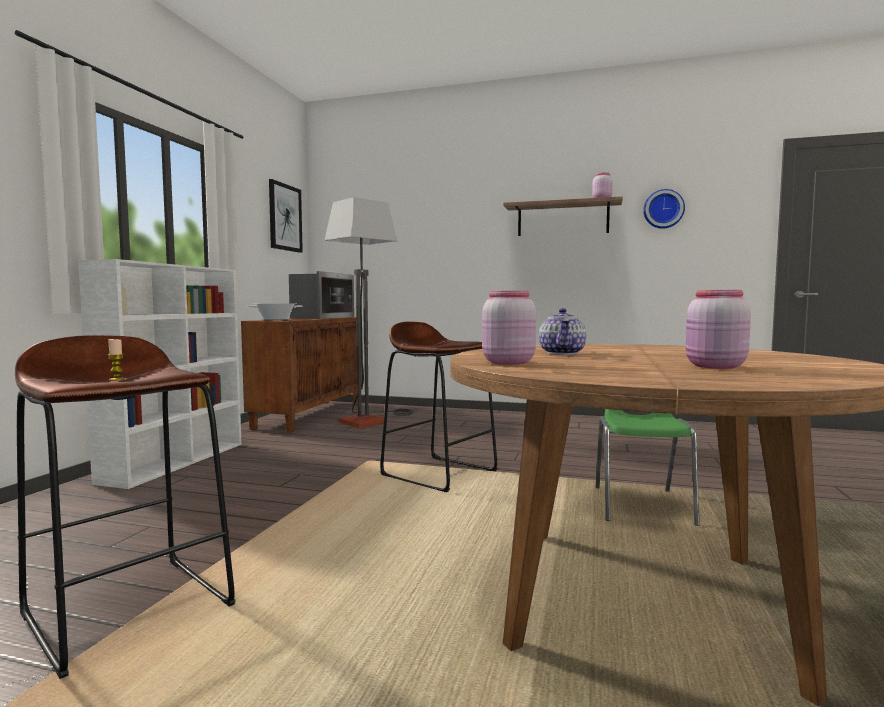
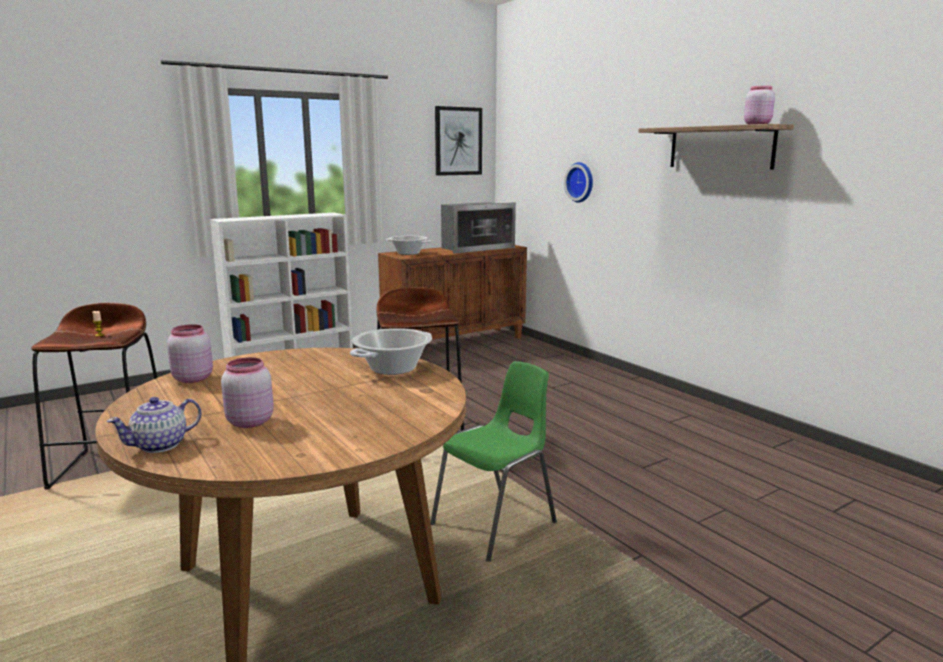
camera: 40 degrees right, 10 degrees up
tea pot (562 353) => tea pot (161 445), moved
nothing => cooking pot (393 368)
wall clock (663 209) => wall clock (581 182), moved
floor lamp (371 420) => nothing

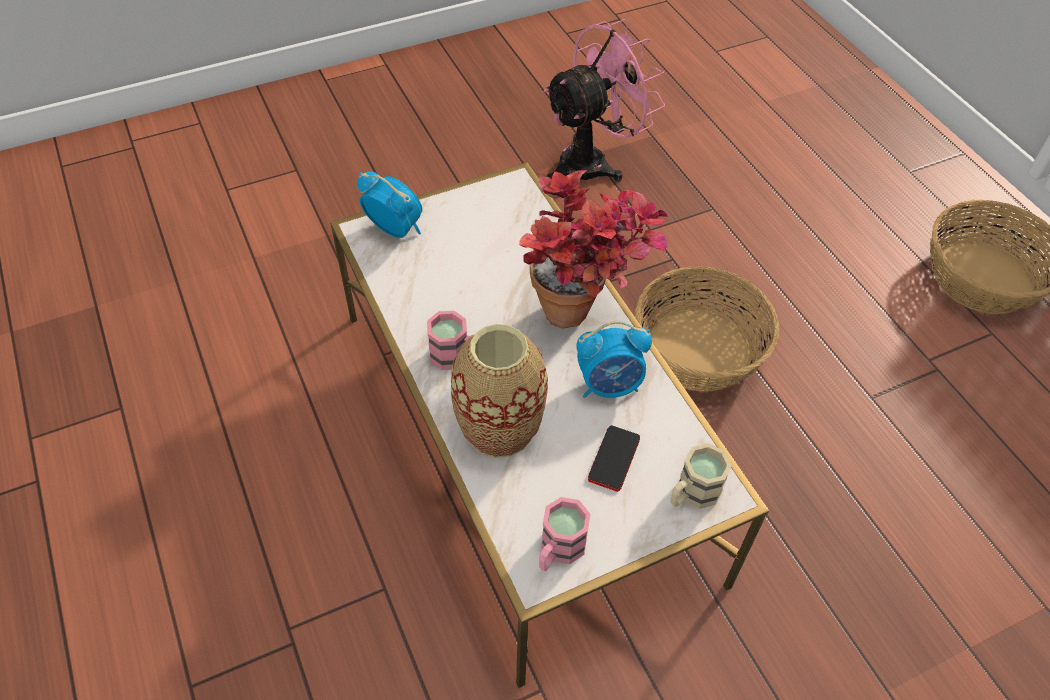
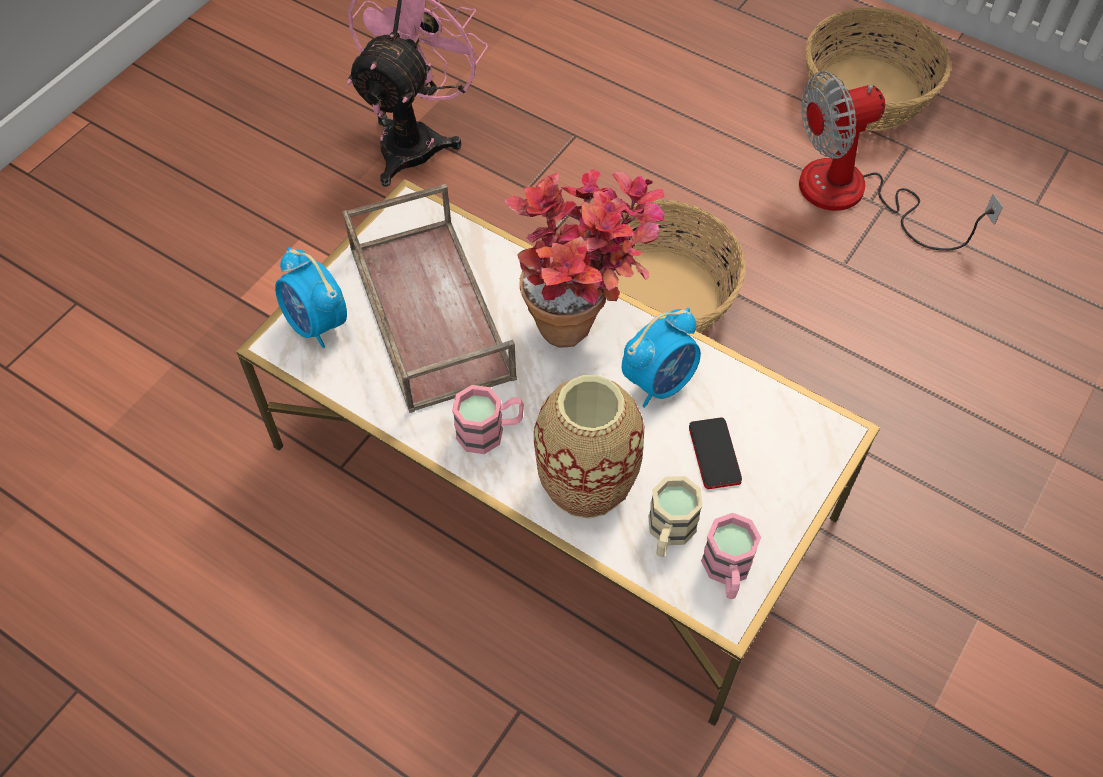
camera: 30 degrees left, 5 degrees up
table clock (394 229) => table clock (317 324), 135 degrees counterclockwise
nothing => brownish tray (427 311)
beige tea mug (692 494) => beige tea mug (668 533), moved
nothing => fan (855 196)

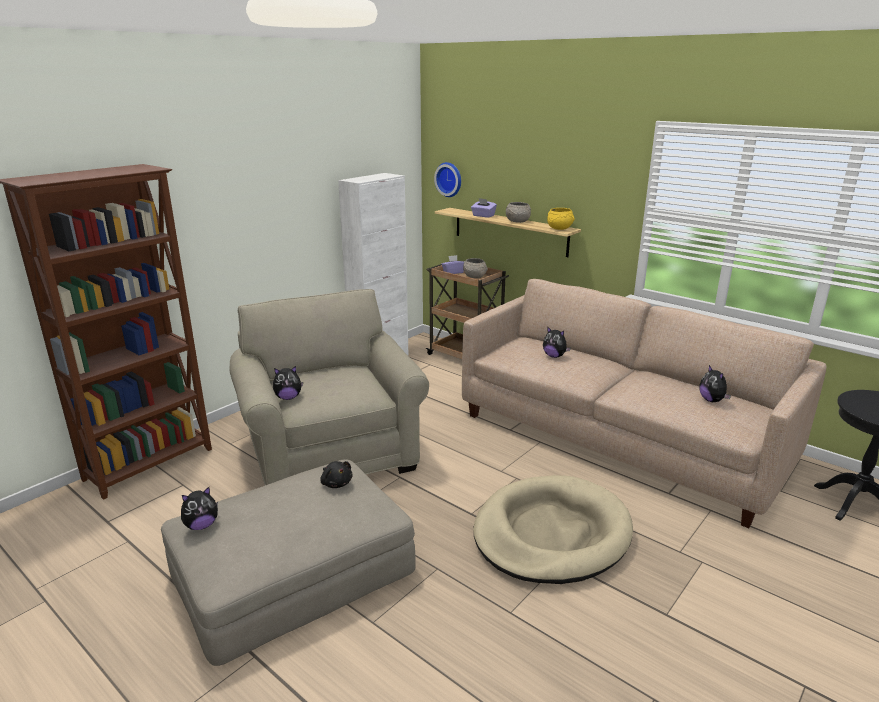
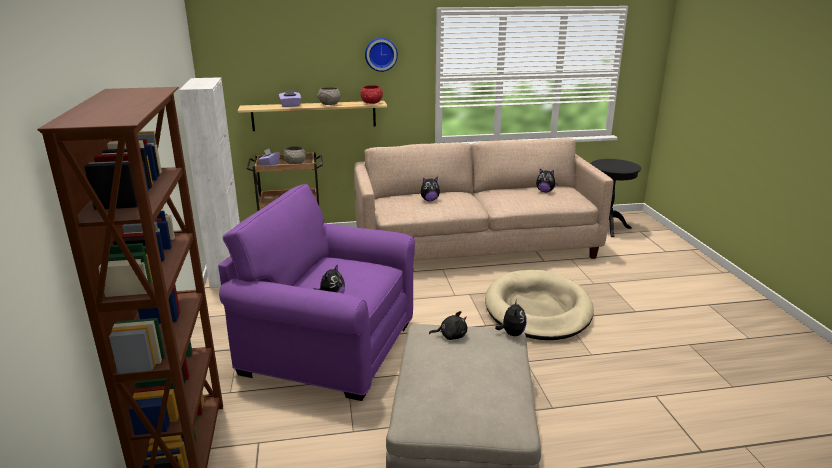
camera: 50 degrees left, 0 degrees up
beige armchair (331 452) => purplish armchair (329 347)
yellowish serving bowl (560 228) => reddish serving bowl (372 103)
wall clock (449 179) => wall clock (381 54), moved
soft toy (201 525) => soft toy (512 334), moved

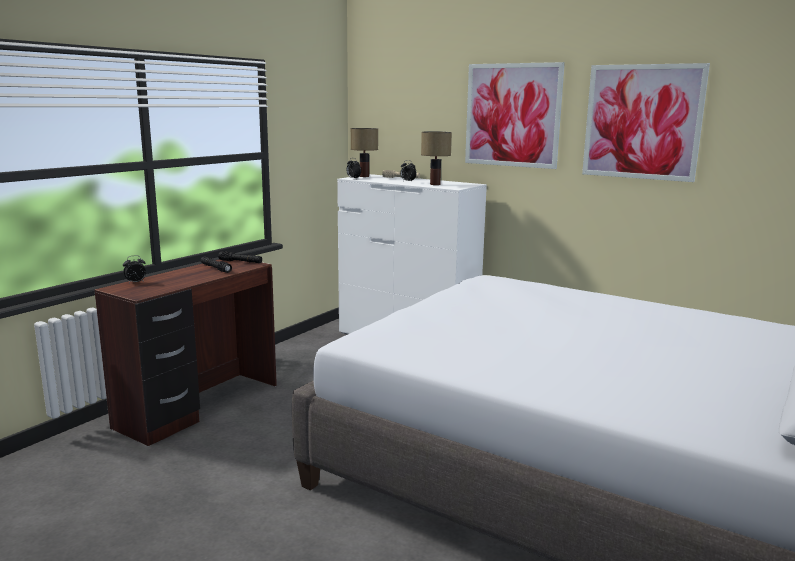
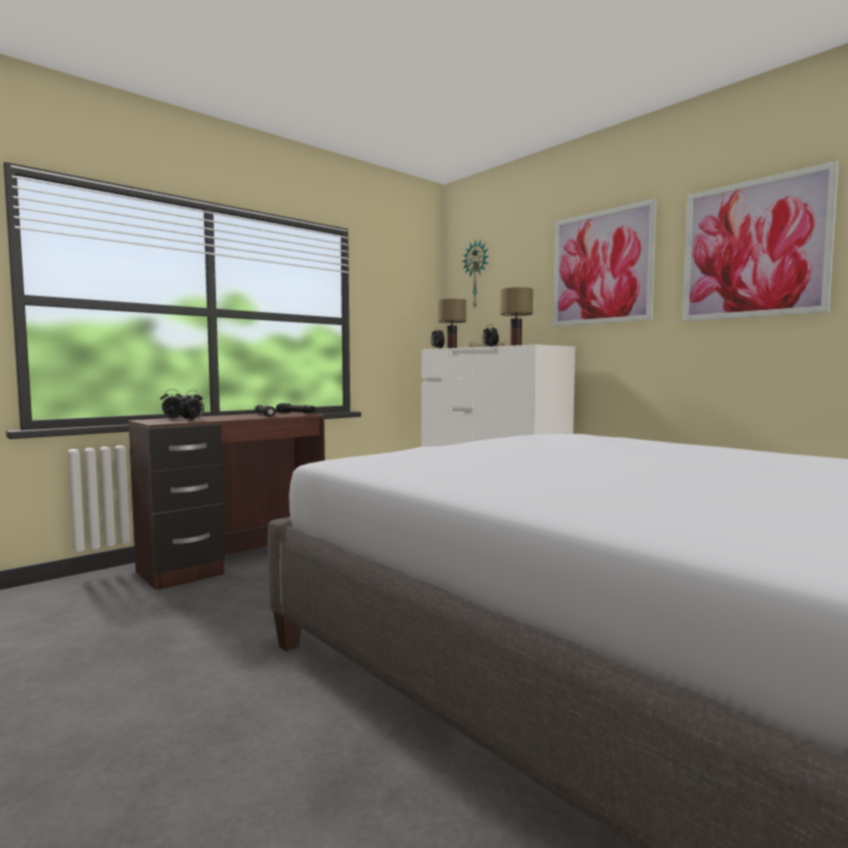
camera: 15 degrees right, 10 degrees down
nothing => table clock (192 420)
nothing => wall clock (477 274)

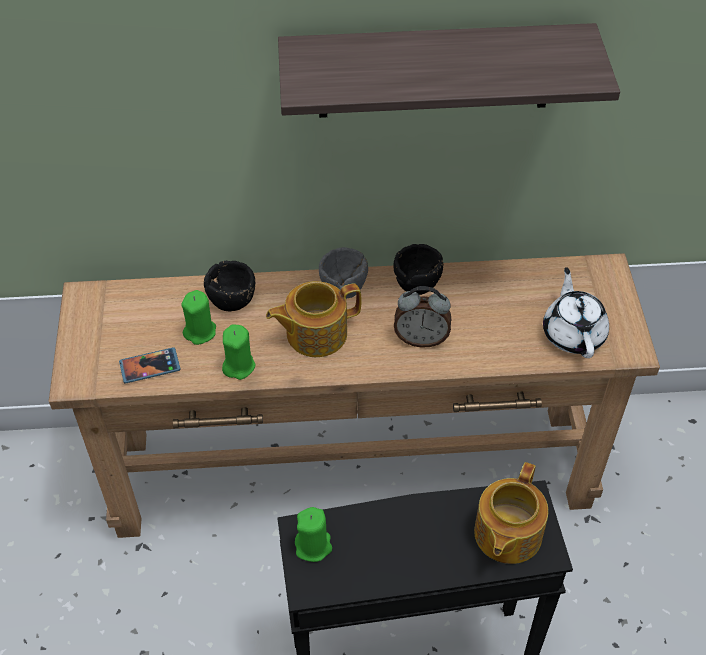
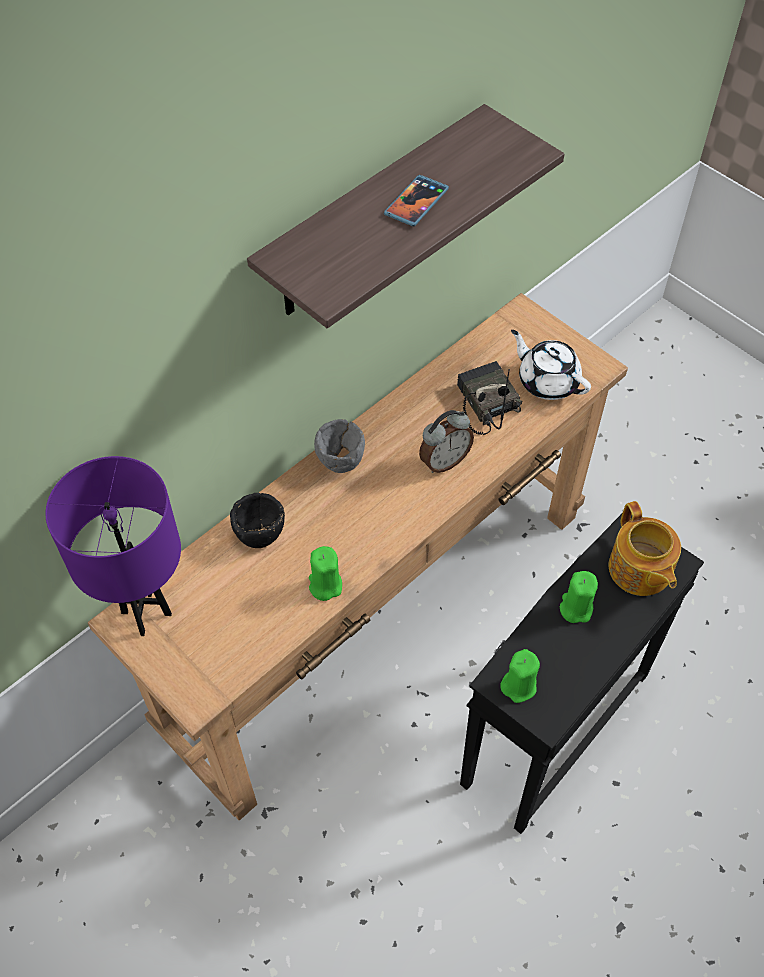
camera: 40 degrees left, 5 degrees up
nothing => purplish table lamp (146 613)
telephone (150 367) => telephone (416 202), moved
nothing => radio receiver (485 403)
greenish candle (200 332) => greenish candle (575 608), moved
tea pot (315 333) => nothing
black serving bowl (417 283) => nothing

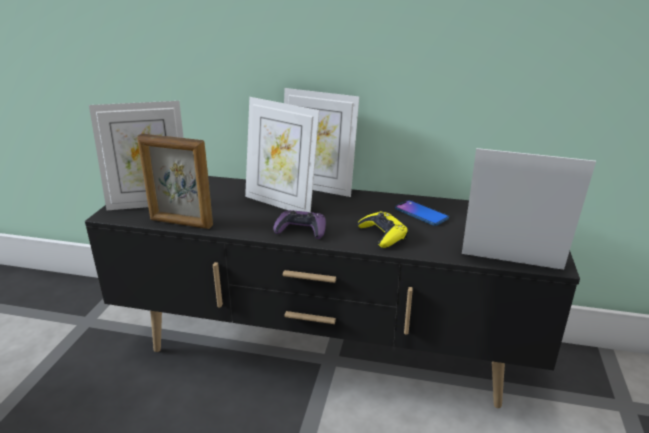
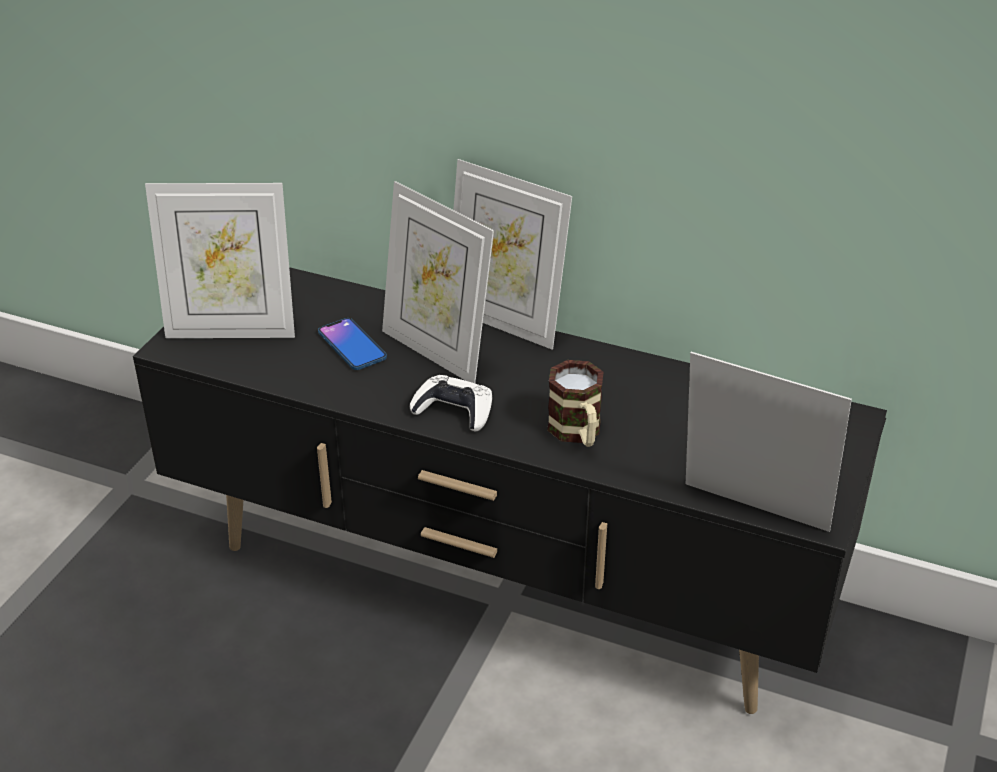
camera: 10 degrees right, 10 degrees up
telephone (421 213) => telephone (352 345), moved
purplish joypad (301 230) => white-coloured joypad (454 410)
yellowish joypad (383 234) => tea mug (577 433)
picture frame (181 223) => nothing

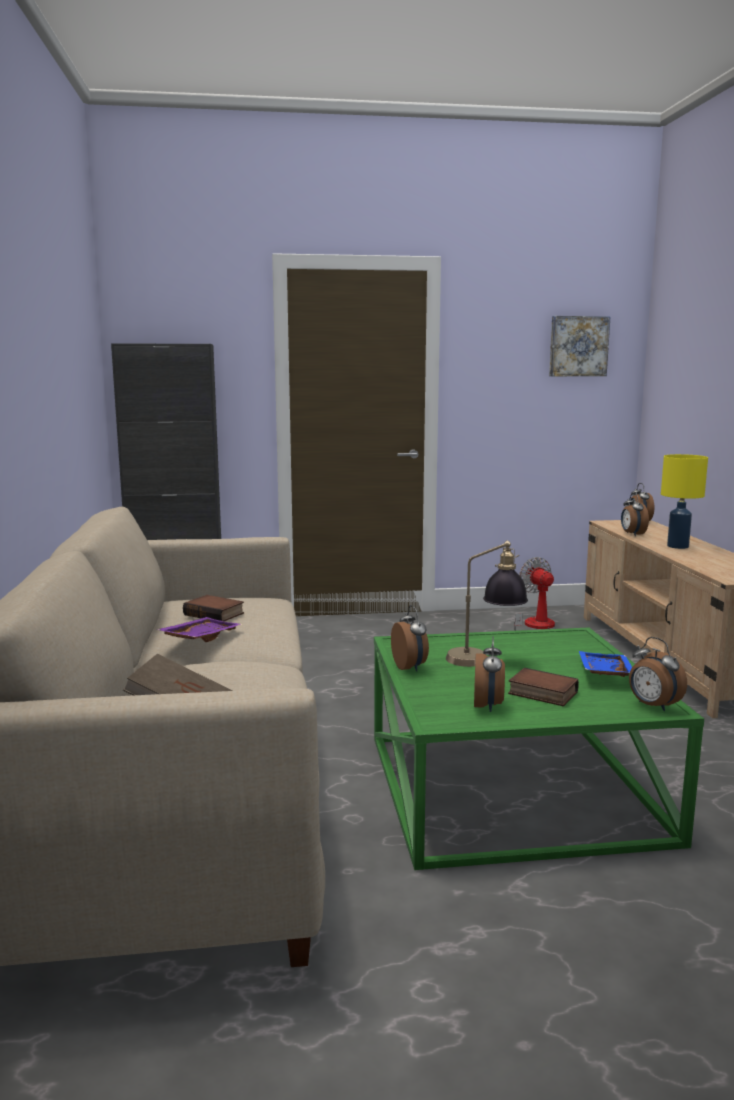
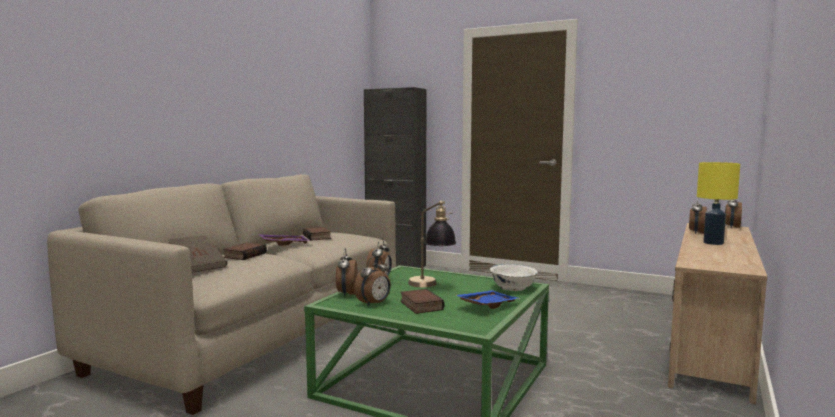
camera: 35 degrees right, 5 degrees down
nothing => bound book (244 255)
table clock (652 706) => table clock (346 294), moved
nothing => white-coloured serving bowl (512 287)
fan (535 627) => nothing
wall art (578 346) => nothing

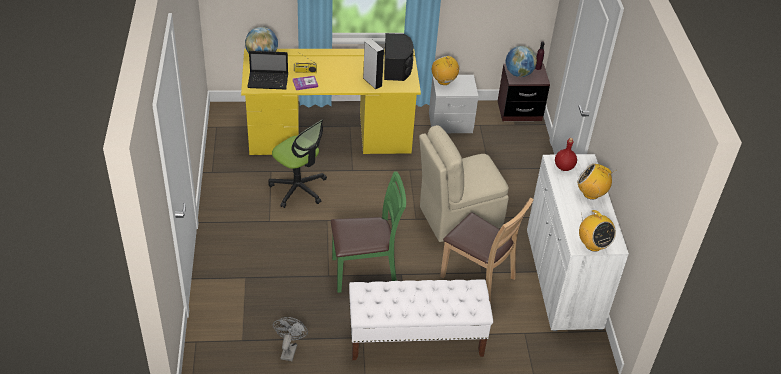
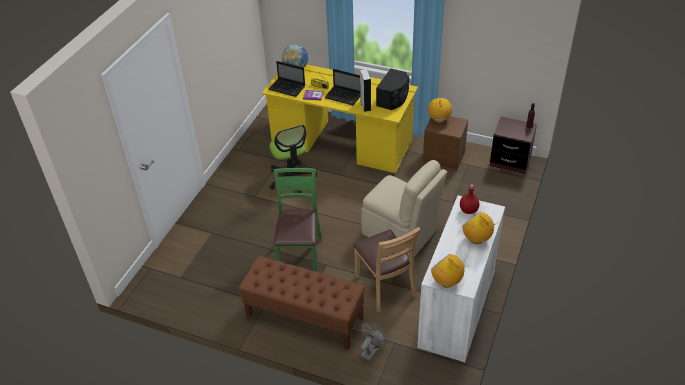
camera: 30 degrees right, 0 degrees up
white-coloured indoor bench (415 339) => brownish indoor bench (304 318)
greenish plain chair (365 272) => greenish plain chair (299 255), 105 degrees counterclockwise
nothing => laptop (344 96)
beige plain chair (458 217) => beige plain chair (400 233), 150 degrees counterclockwise
grey fan (289 349) => grey fan (371 350), moved
grey night table (450 123) => brownish night table (443 157)
radio receiver (593 245) => radio receiver (446 281), 135 degrees clockwise
desk globe (518 74) => nothing

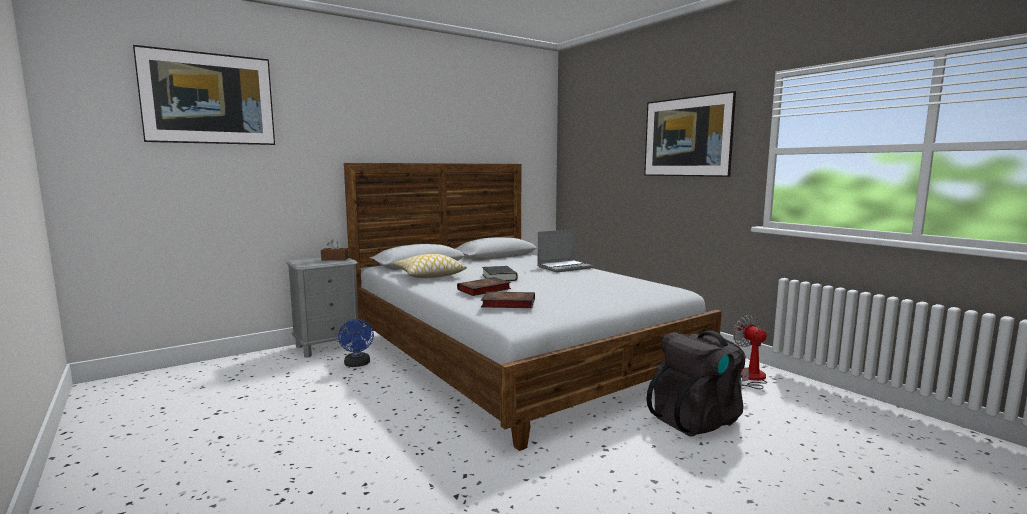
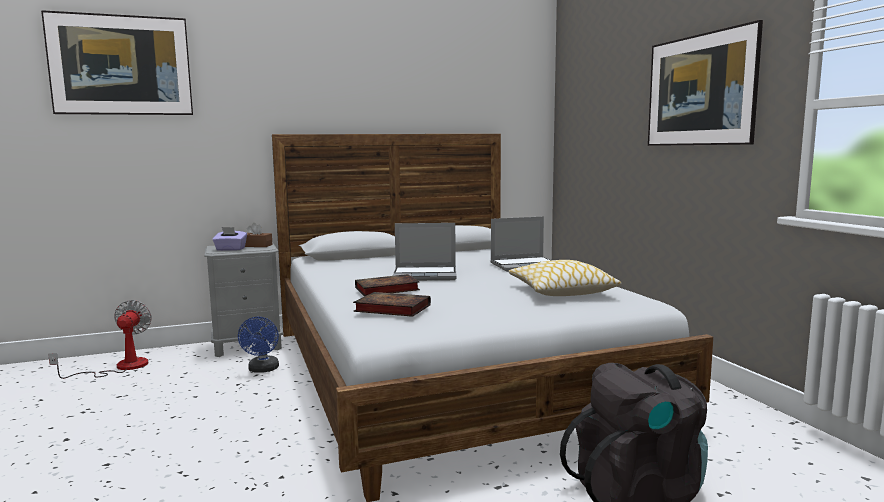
camera: 15 degrees right, 0 degrees up
fan (749 378) => fan (120 367), moved
nothing => purplish tissue holder (230 249)
black bound book (499 277) => laptop (426 275)
throw pillow (429 275) => throw pillow (561 291), moved

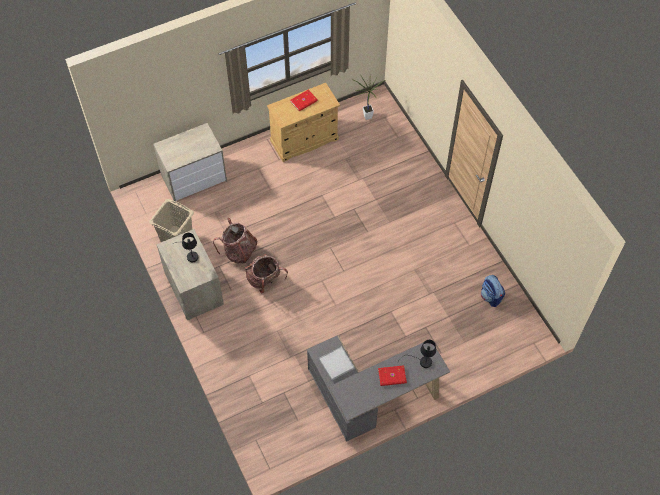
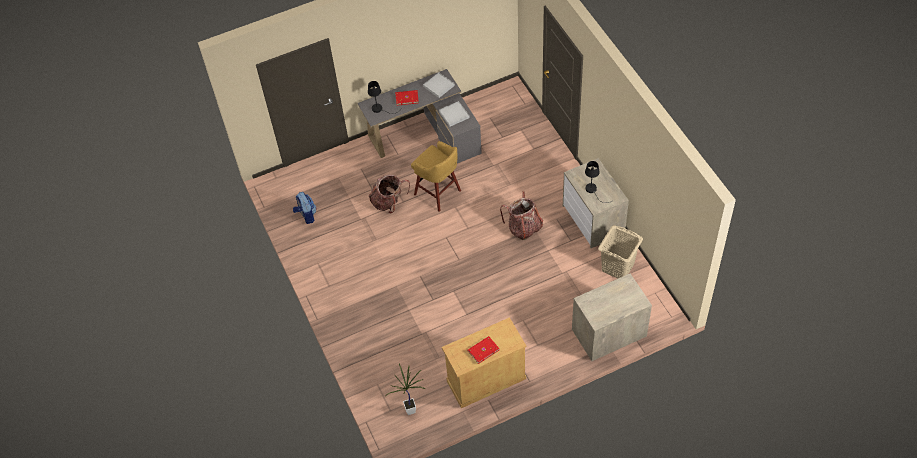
camera: 175 degrees left, 5 degrees down
backpack (239 251) => backpack (389 202), moved
nothing => yellowish sitting stool (438 193)
nothing => white-coloured tray (439 86)

